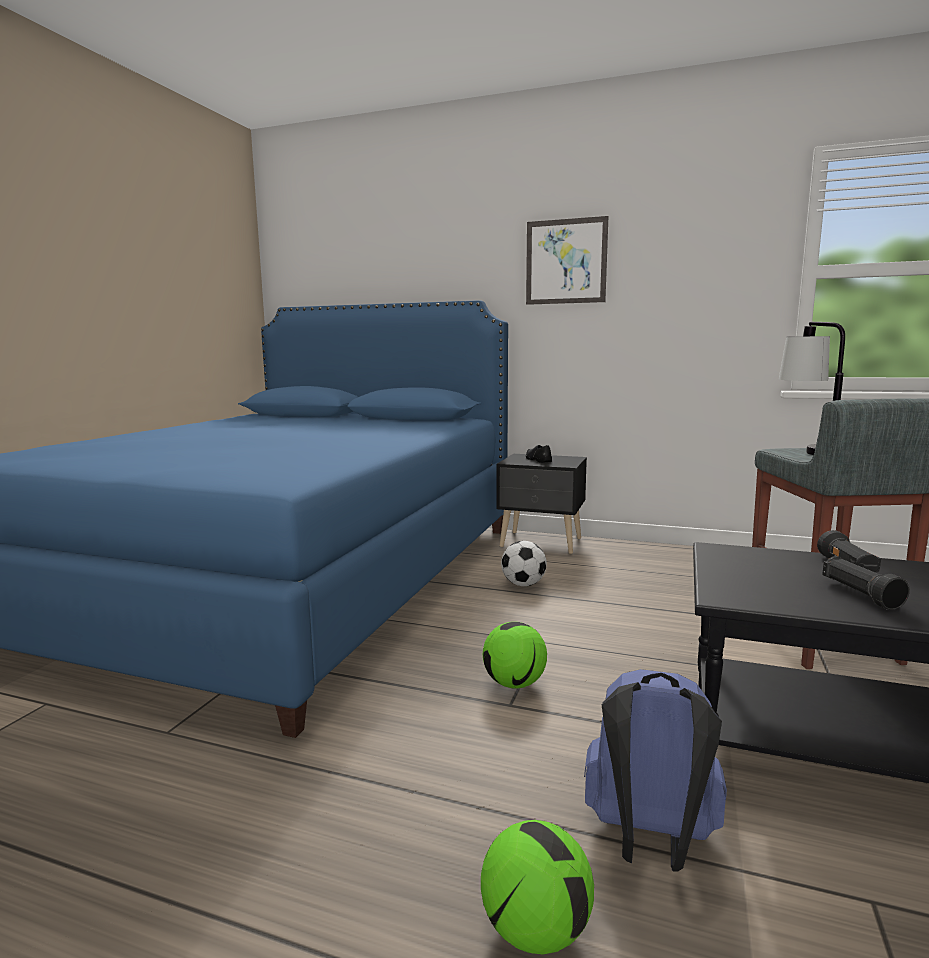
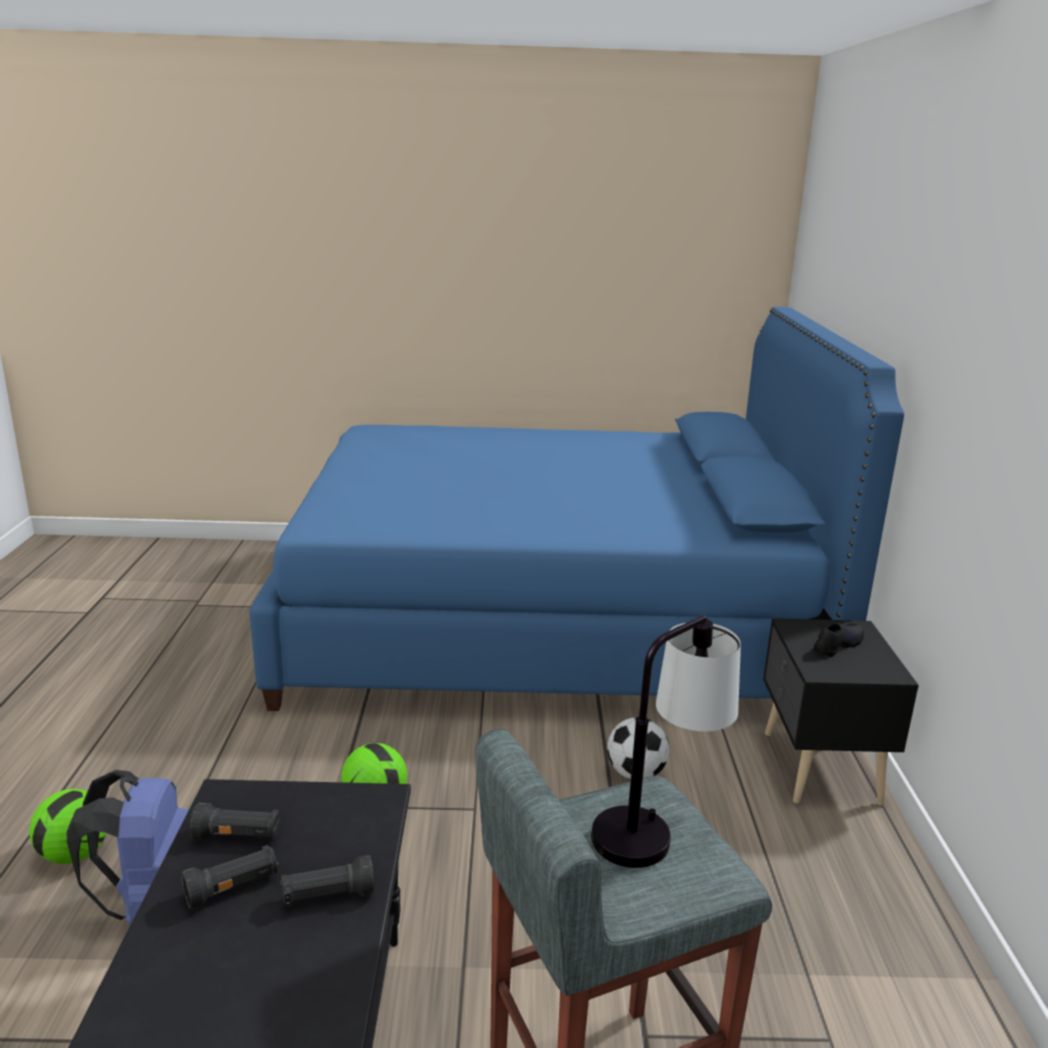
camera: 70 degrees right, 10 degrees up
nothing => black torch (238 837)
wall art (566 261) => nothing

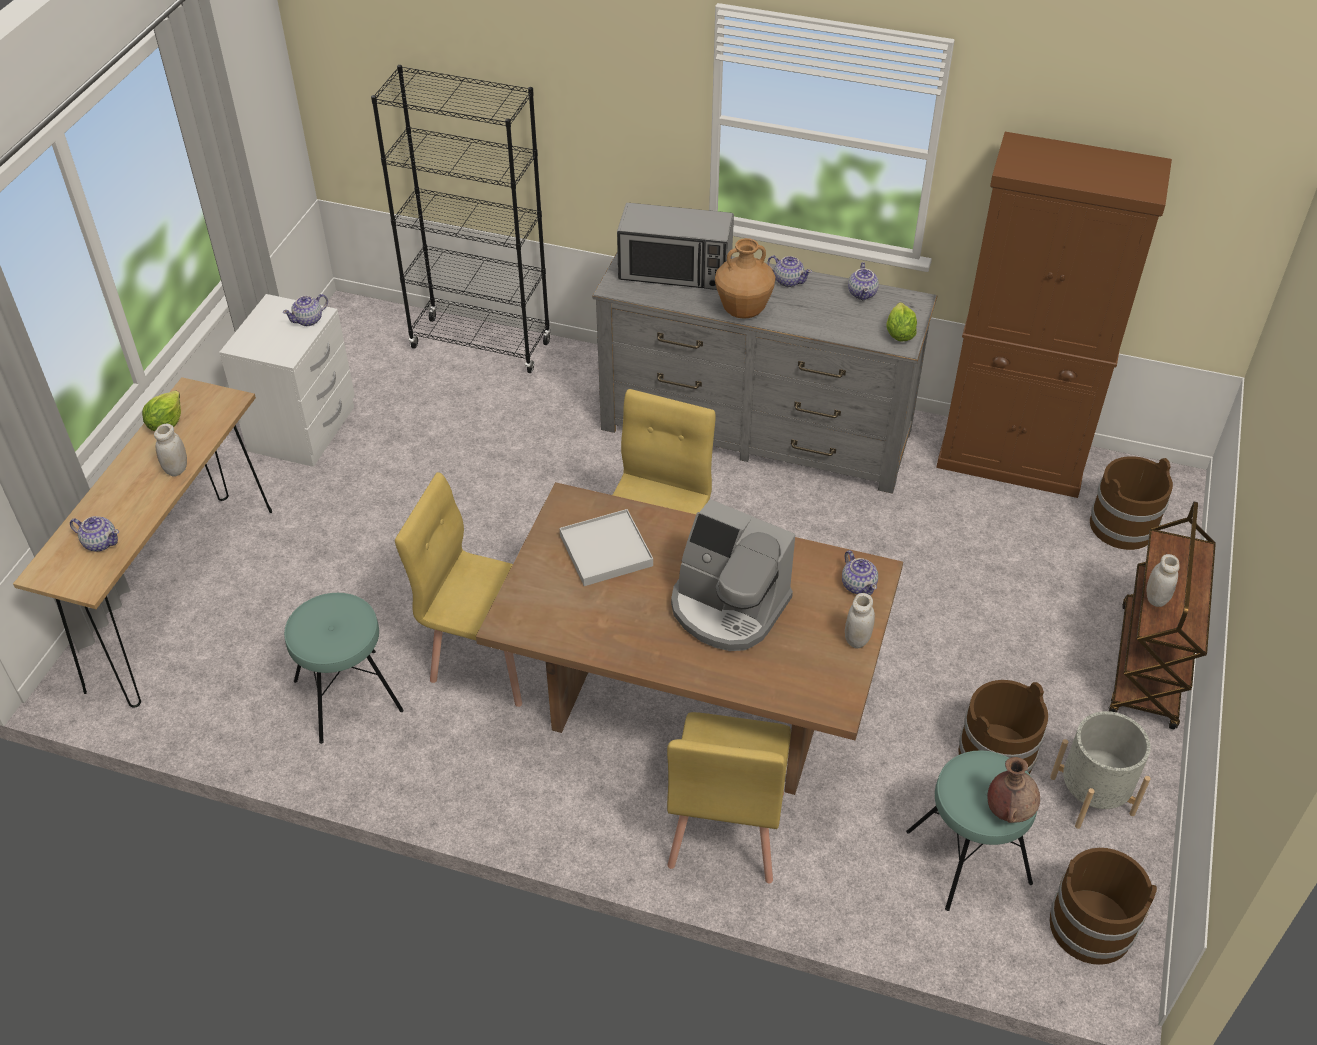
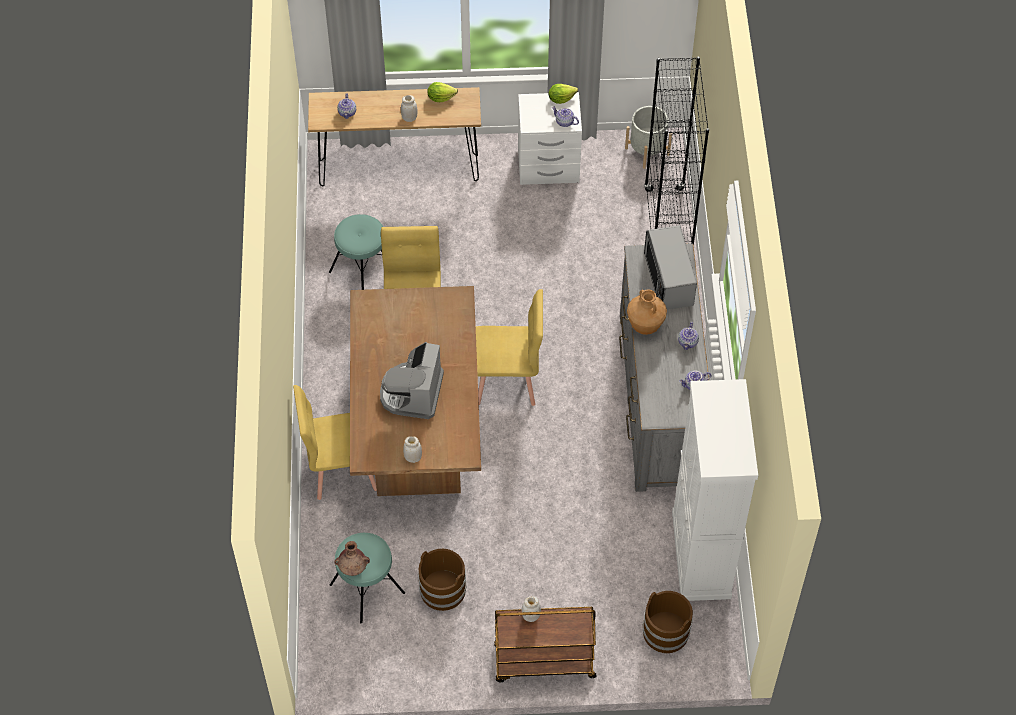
camera: 70 degrees right, 10 degrees up
lettuce (899 334) => lettuce (561 98), moved
grey plant pot (1092 795) => grey plant pot (647 151), moved
brownish cabinet (1012 459) => white-coloured cabinet (701 555)
white-coloured tray (605 550) => nothing
tea pot (858 585) => nothing
brownish water bucket (1090 926) => nothing

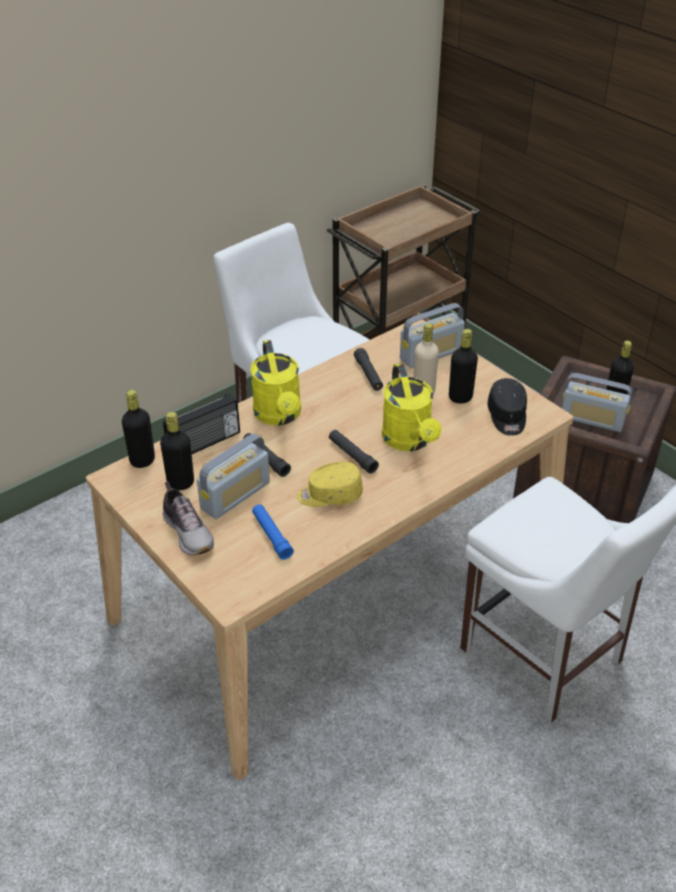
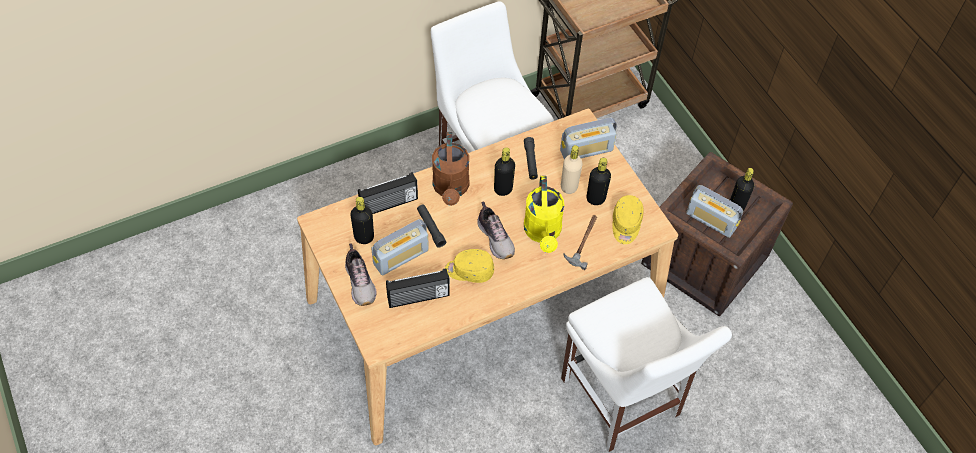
camera: 10 degrees right, 15 degrees up
blue-coloured torch (272 536) => radio receiver (418 298)
yellowish watering can (279 416) => brownish watering can (451 189)
black torch (352 456) => item of footwear (496 238)
black beverage bottle (142 460) => black beverage bottle (503 189), moved
nothing => hammer (583 241)
black baseball cap (507 416) => yellowish baseball cap (626 225)

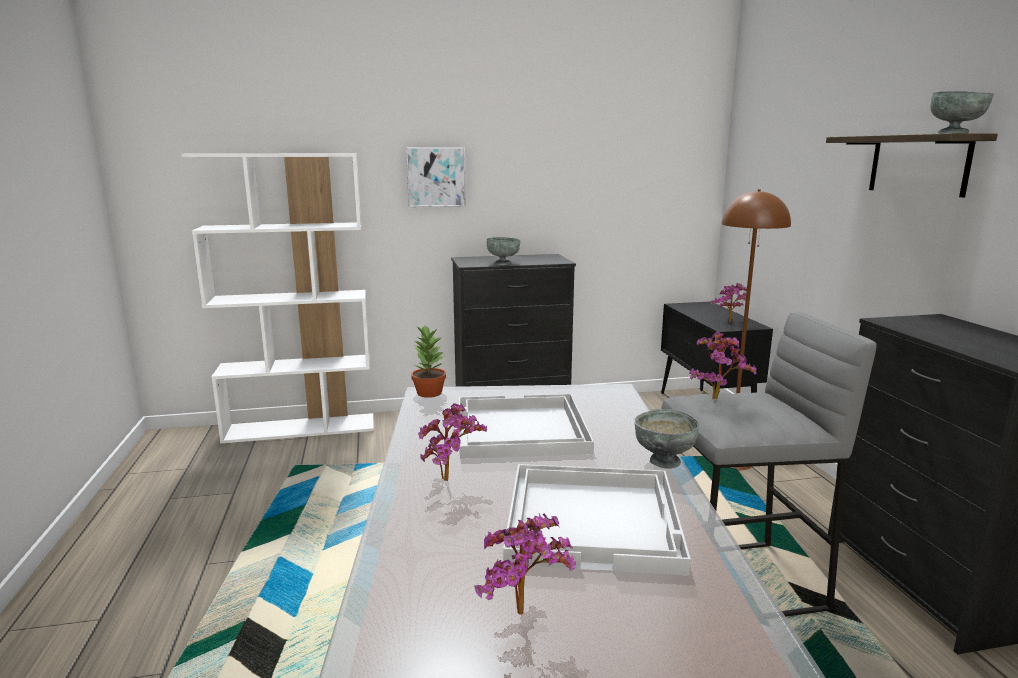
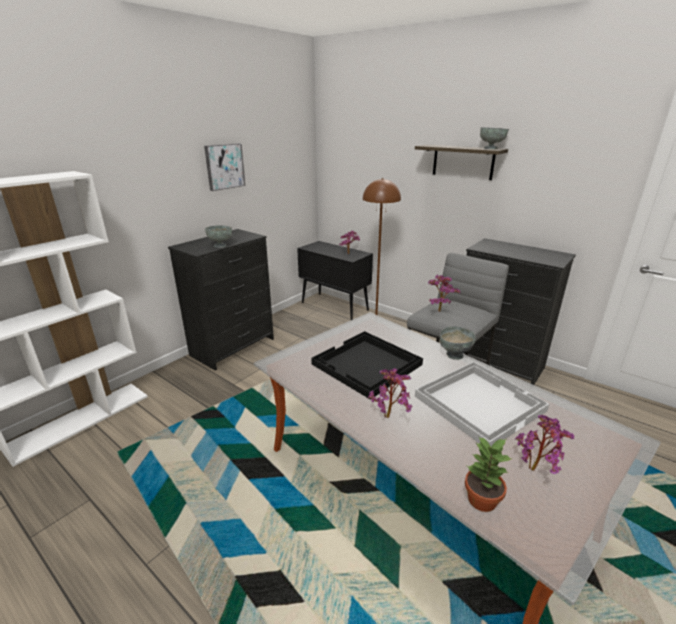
camera: 40 degrees left, 10 degrees up
wall art (436 177) => wall art (224 166), moved
white-coloured tray (519 429) => black tray (367 365)
plant in a pot (429 393) => plant in a pot (481 500), moved

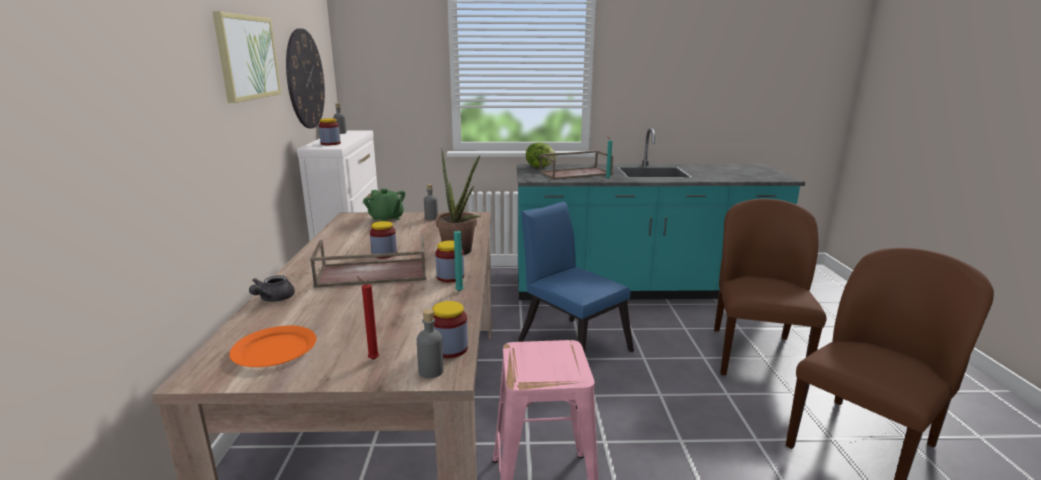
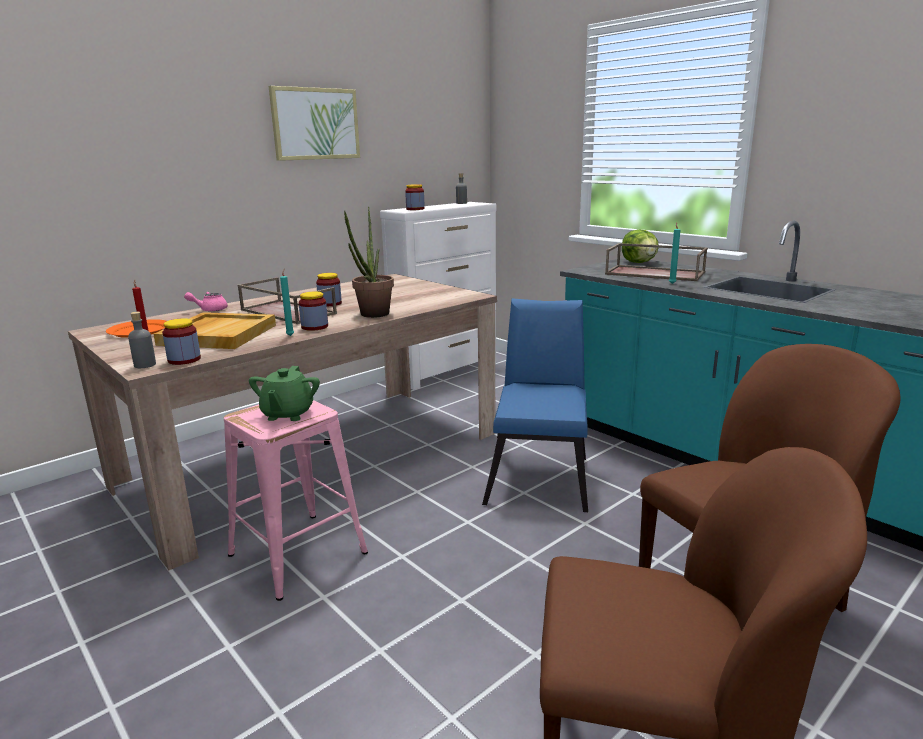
camera: 50 degrees right, 0 degrees up
nothing => beige tray (218 334)
grey tea pot (273 299) => pinkish tea pot (210 310)
greenish tea pot (386 219) => greenish tea pot (287 414), moved
wall clock (305 79) => nothing
grey beverage bottle (431 218) => nothing

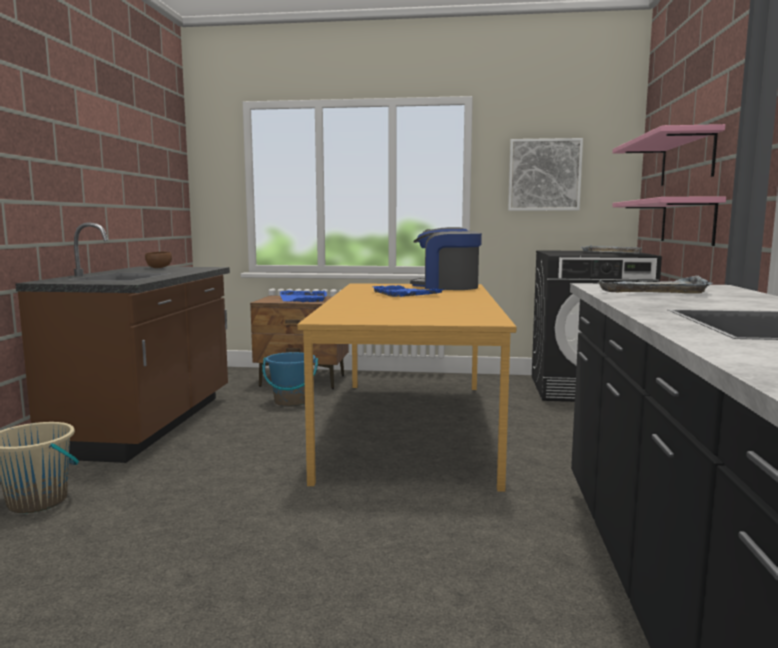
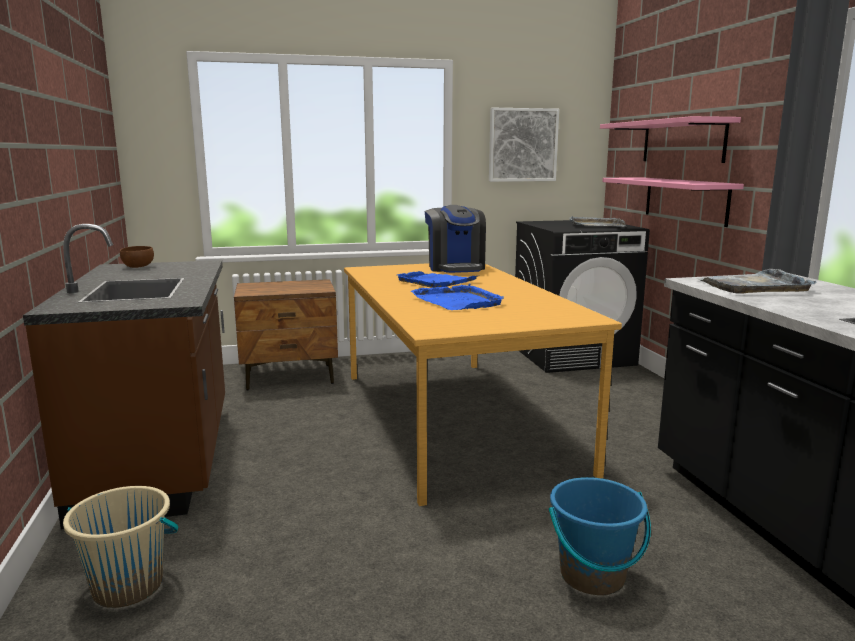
camera: 20 degrees left, 5 degrees up
blue-coloured tray (303 299) => blue-coloured tray (458 301), moved
coffee maker (446 287) => coffee maker (455 268), 105 degrees counterclockwise
blue-coloured water bucket (291 402) => blue-coloured water bucket (592 576), moved

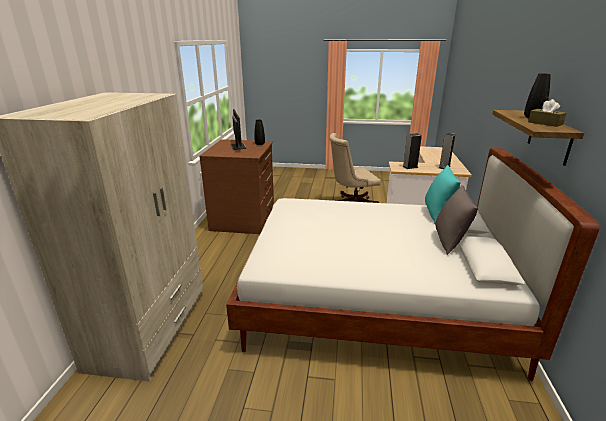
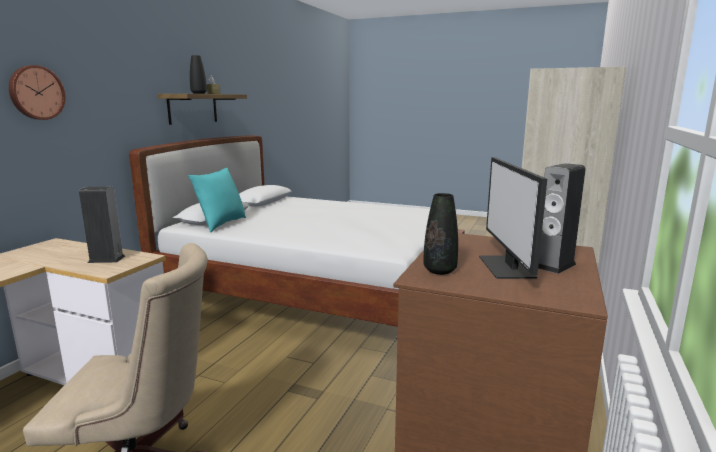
camera: 165 degrees left, 10 degrees down
nothing => wall clock (36 92)
loudspeaker (444 167) => loudspeaker (554 265), moved
grey throw pillow (450 241) => nothing

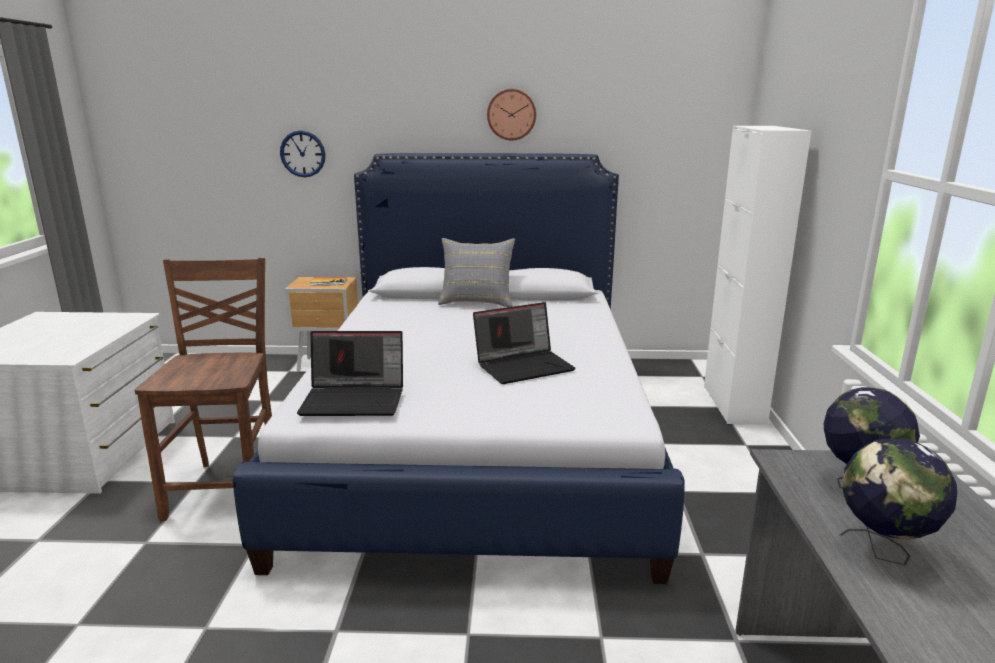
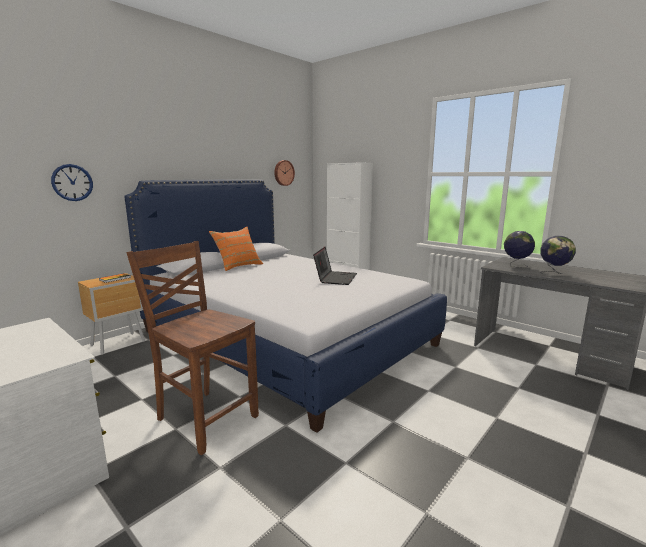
camera: 50 degrees left, 5 degrees down
grey throw pillow (477 301) => orangey throw pillow (238 266)
wall clock (511 114) => wall clock (283 173), moved
laptop (355 399) => nothing

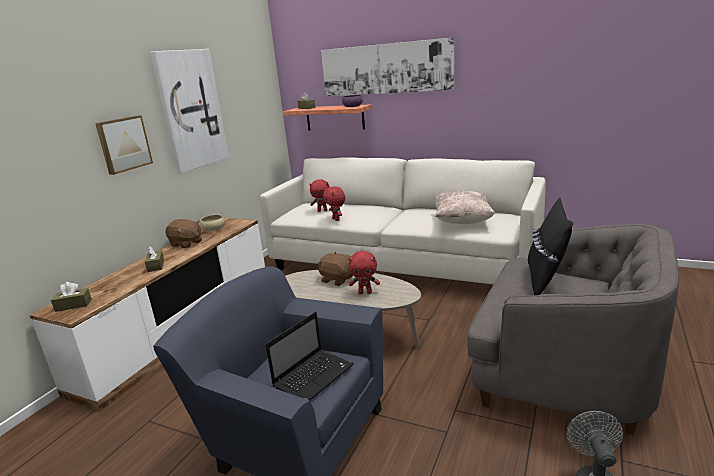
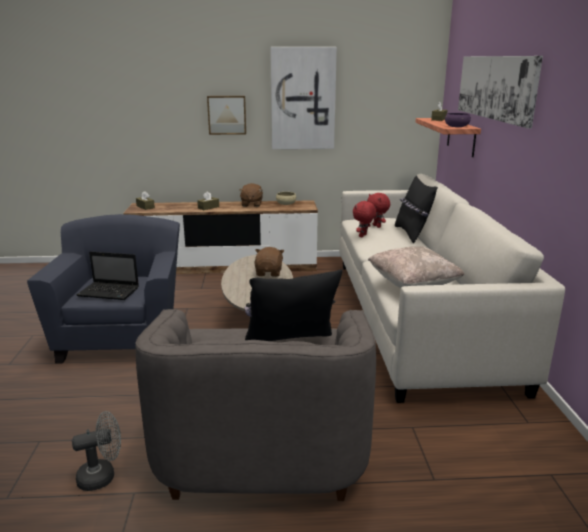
camera: 60 degrees right, 0 degrees up
nothing => black throw pillow (412 234)
reddish soft toy (365 292) => nothing

